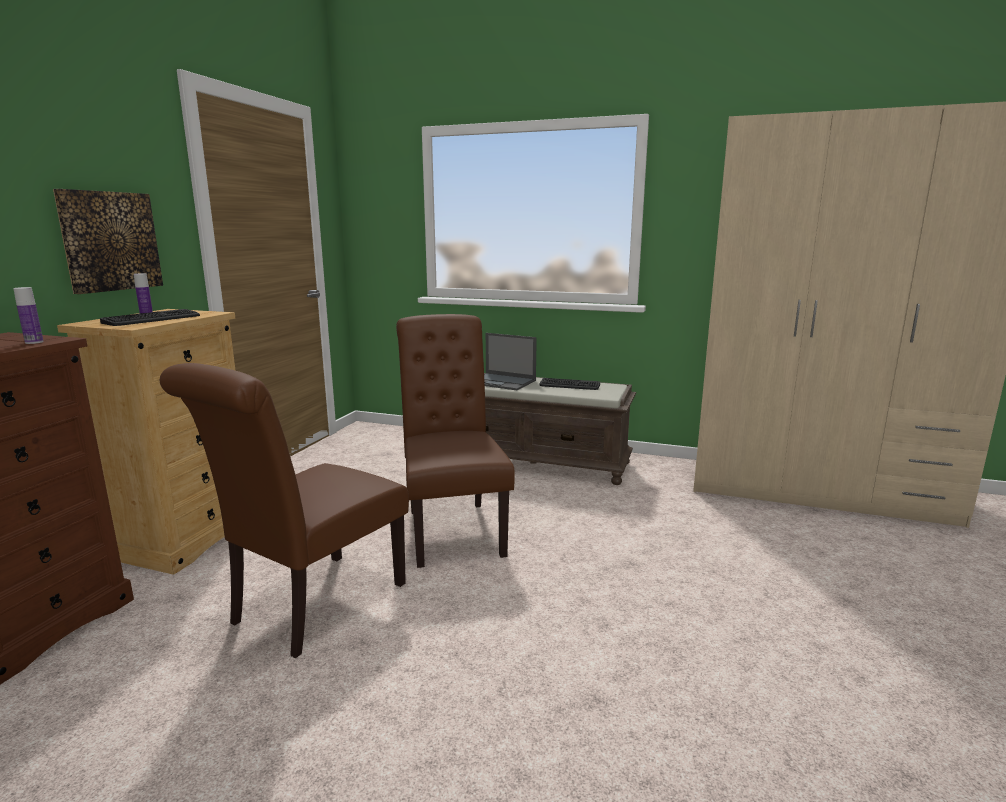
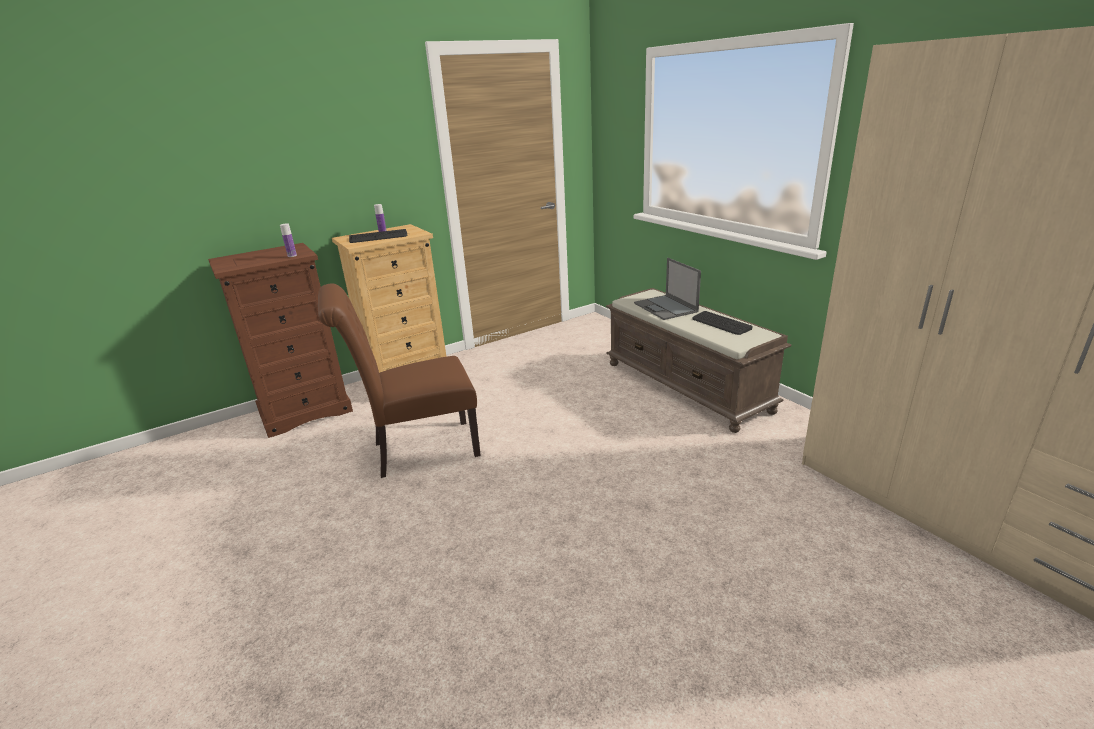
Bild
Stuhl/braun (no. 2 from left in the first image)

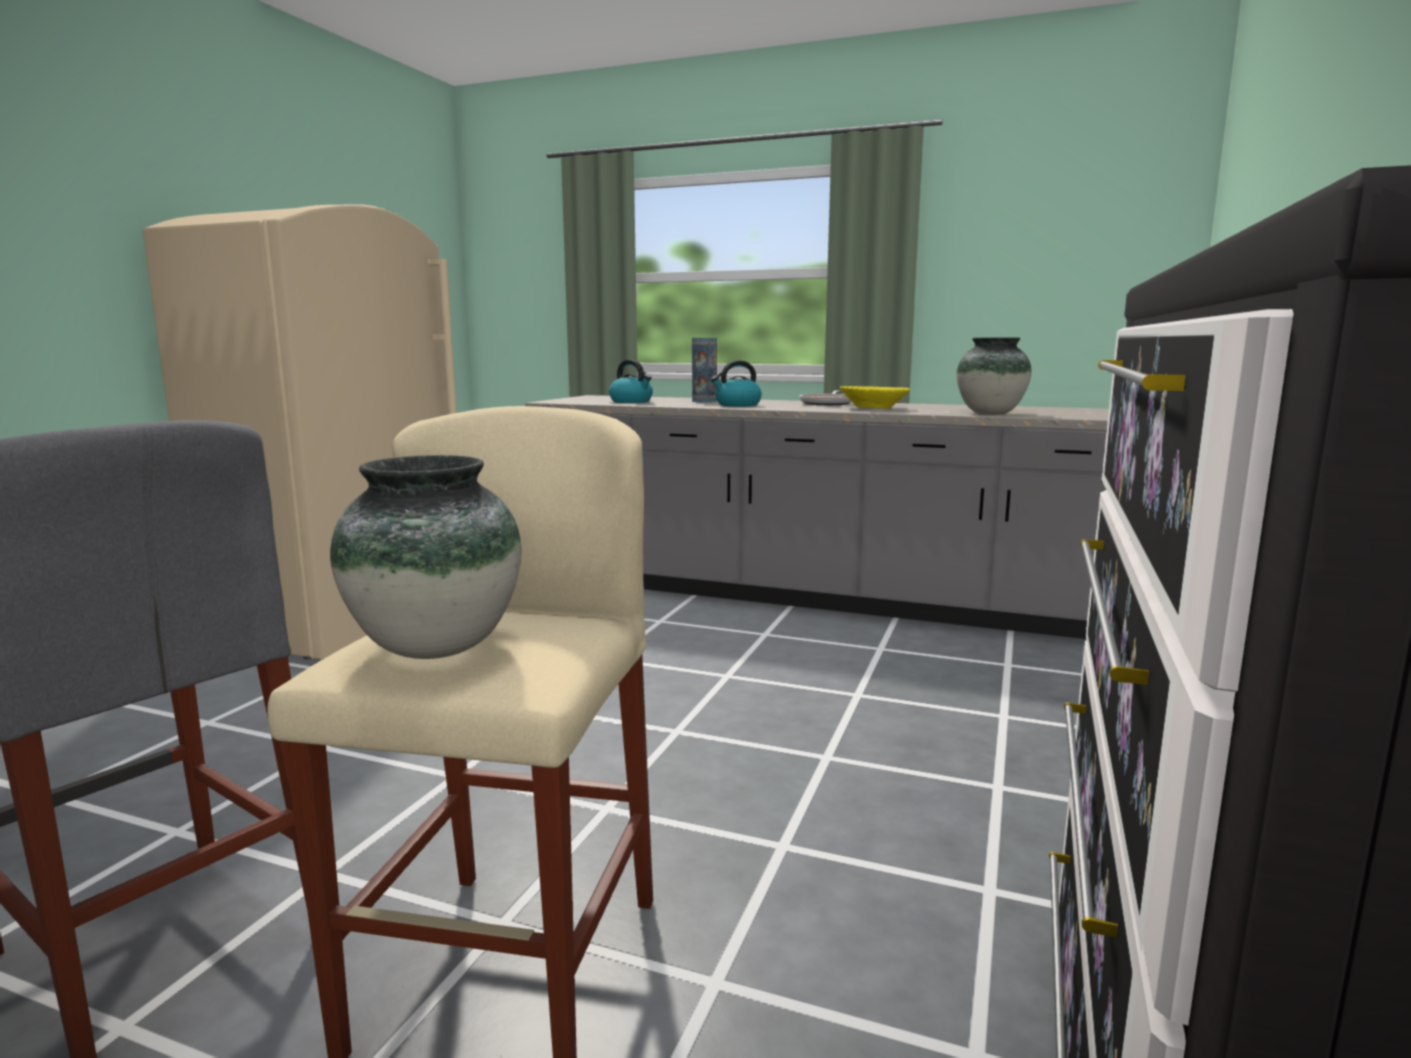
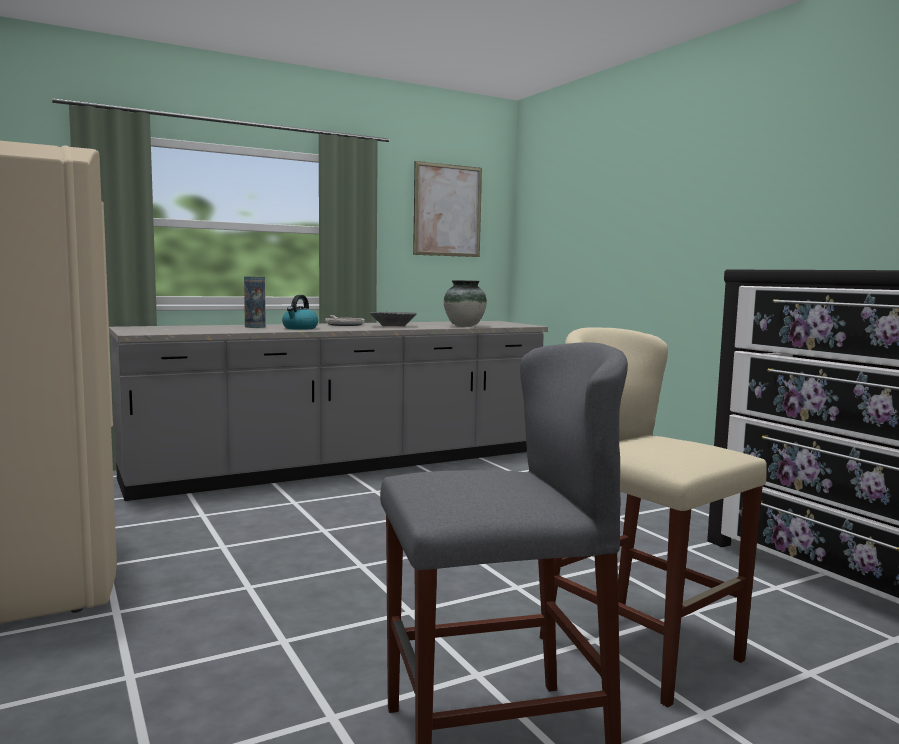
Vase (no. 1 from left in the first image)
Wasserkessel (no. 1 from left in the first image)
Bild
Schüssel/grau

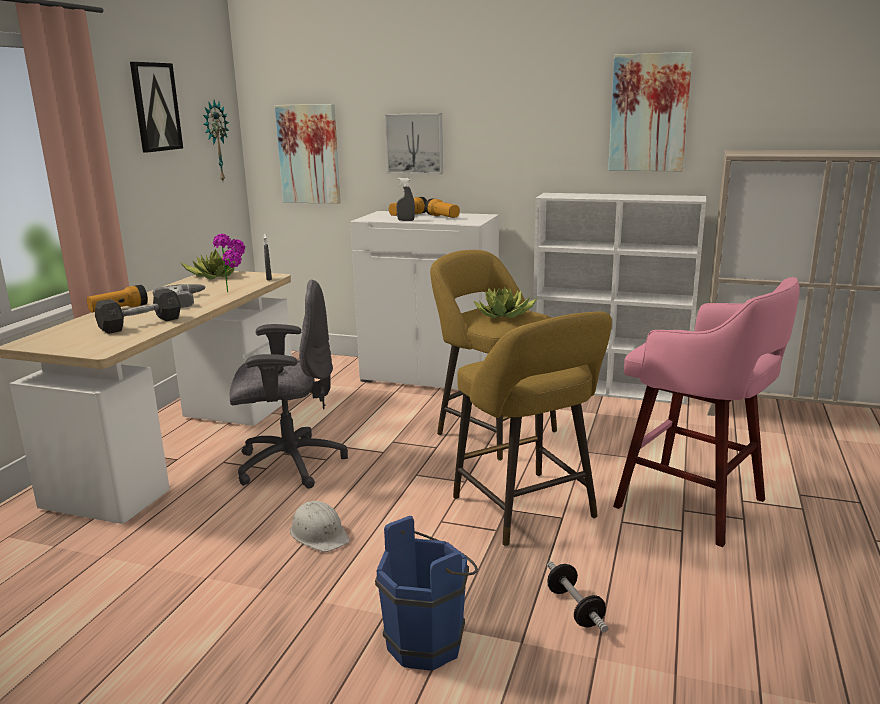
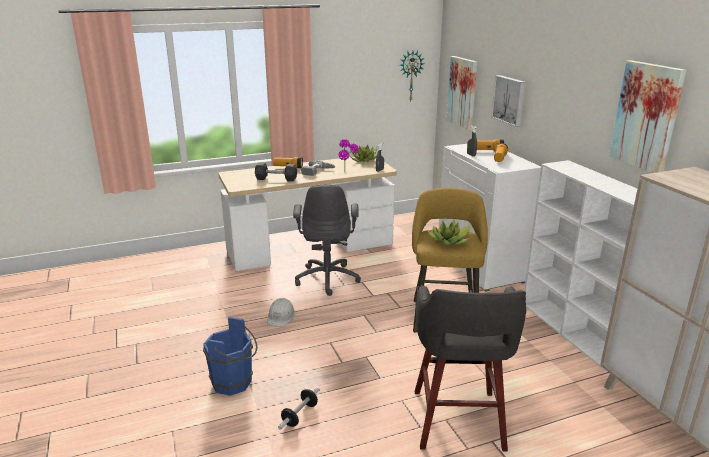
Bild (no. 1 from left in the first image)
Hocker/gelb (no. 2 from left in the first image)
Hocker/grau
Bürostuhl/grau

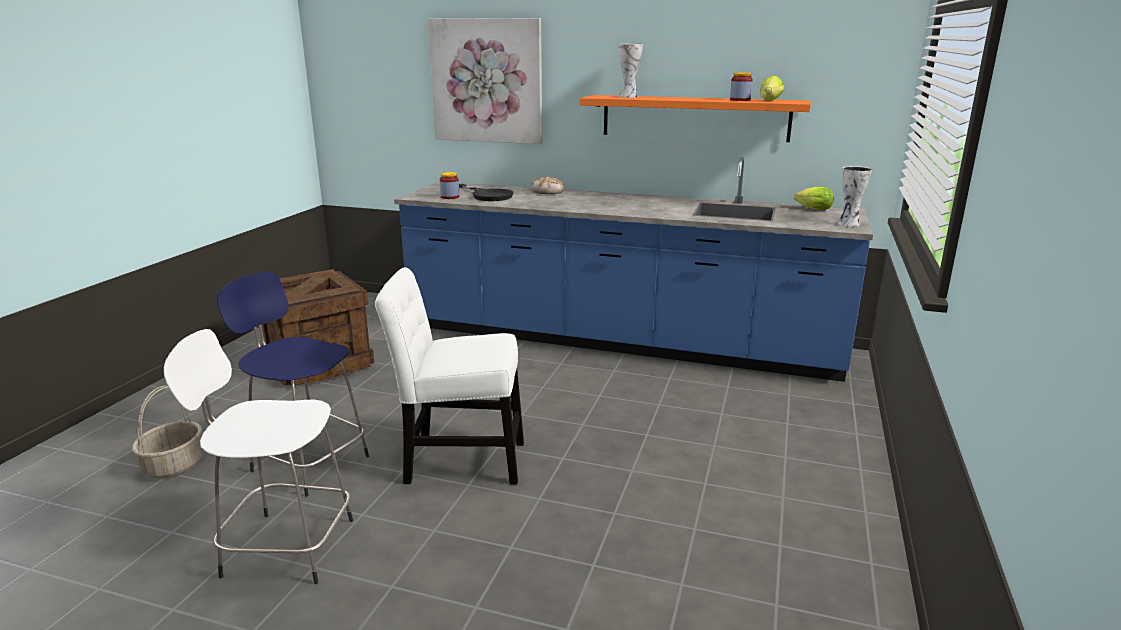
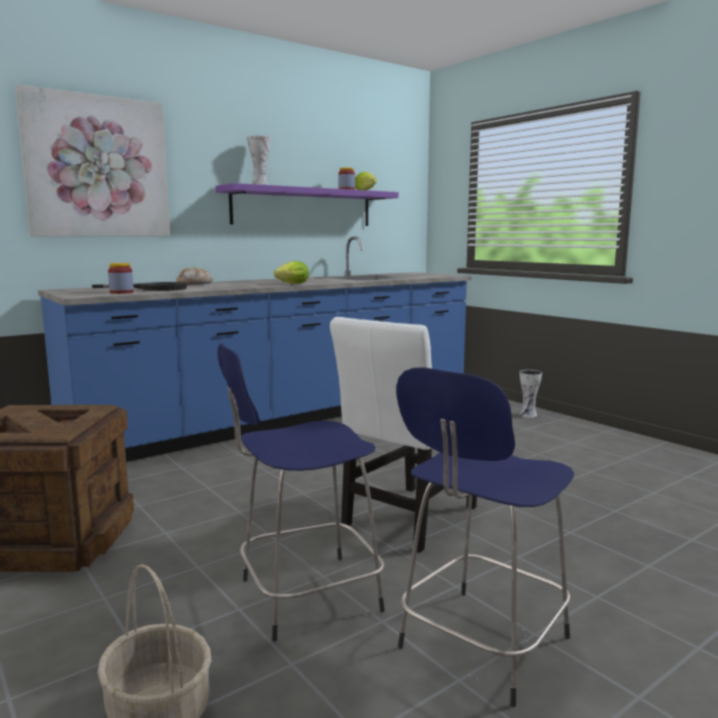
Salatkopf (no. 1 from left)
Vase (no. 2 from left)
Hocker/blau (no. 2 from left)
Wandregal/lila

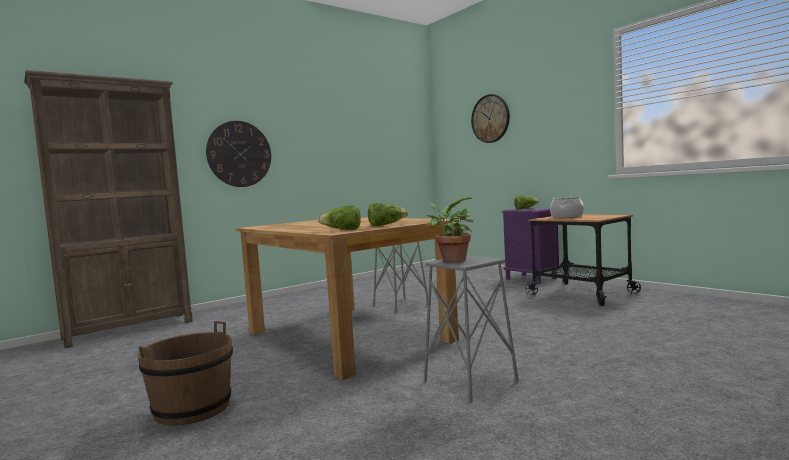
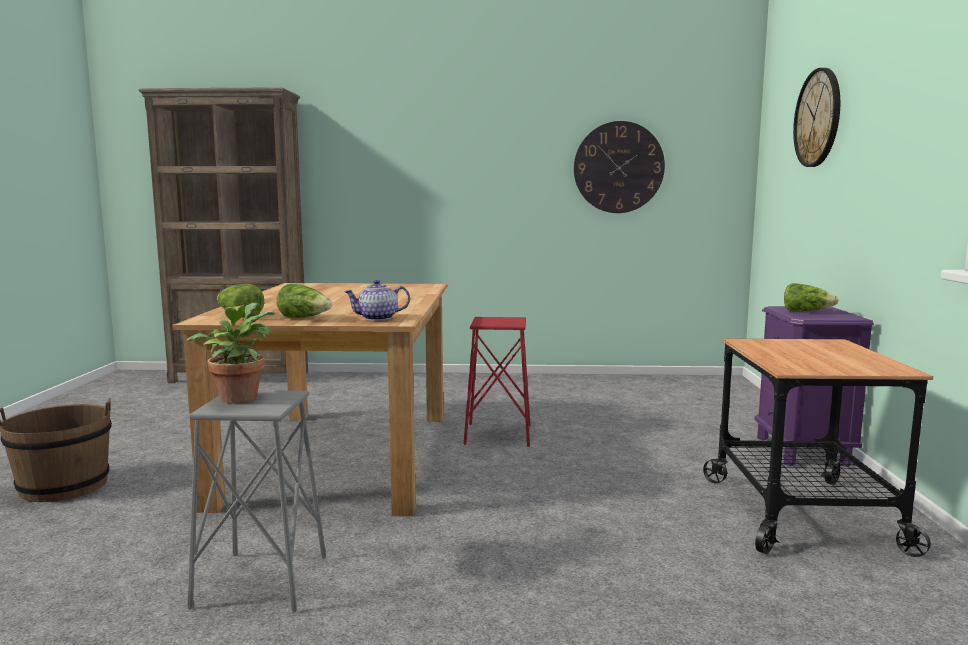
Kochtopf
Teekanne
Wanduhr (no. 1 from left)
Hocker/rot

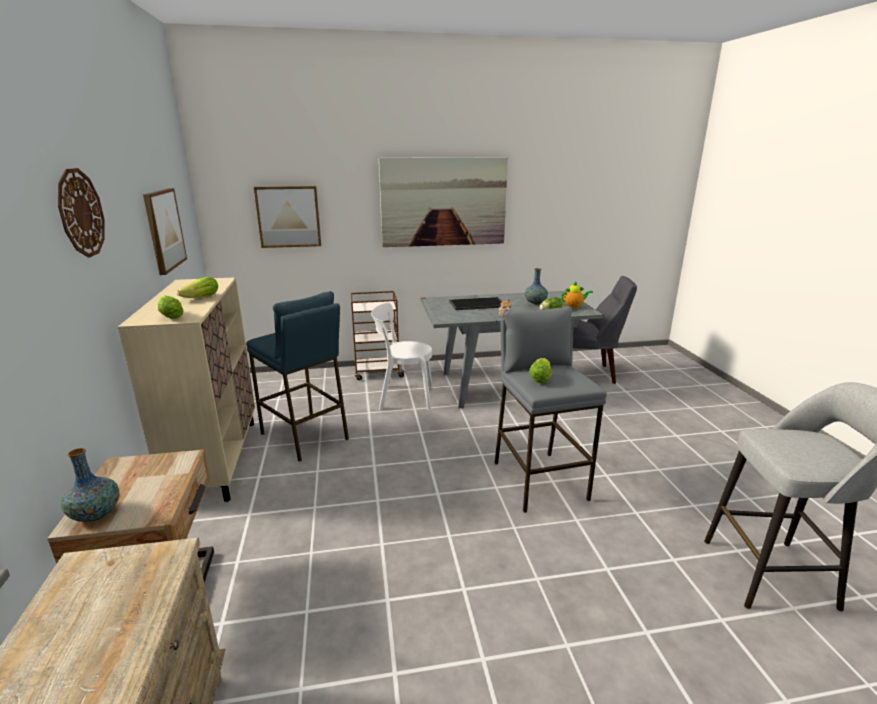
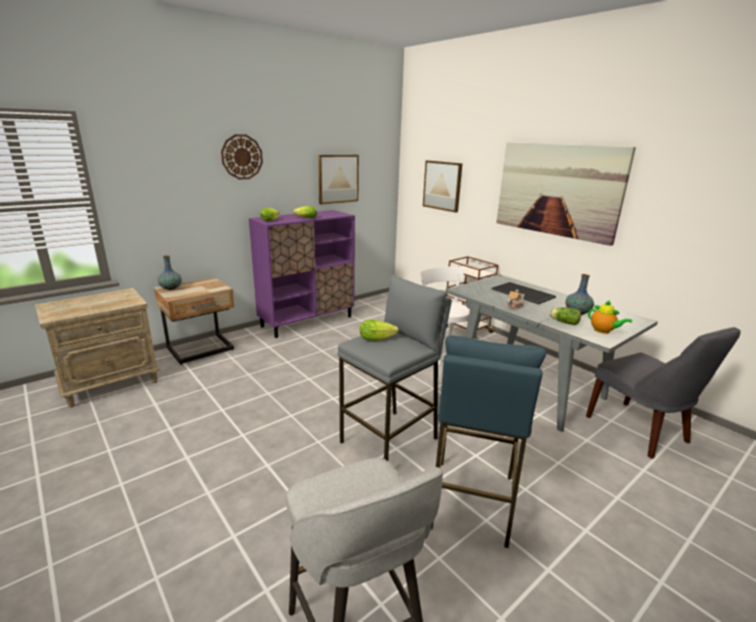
Hocker/blau
Schrank/lila

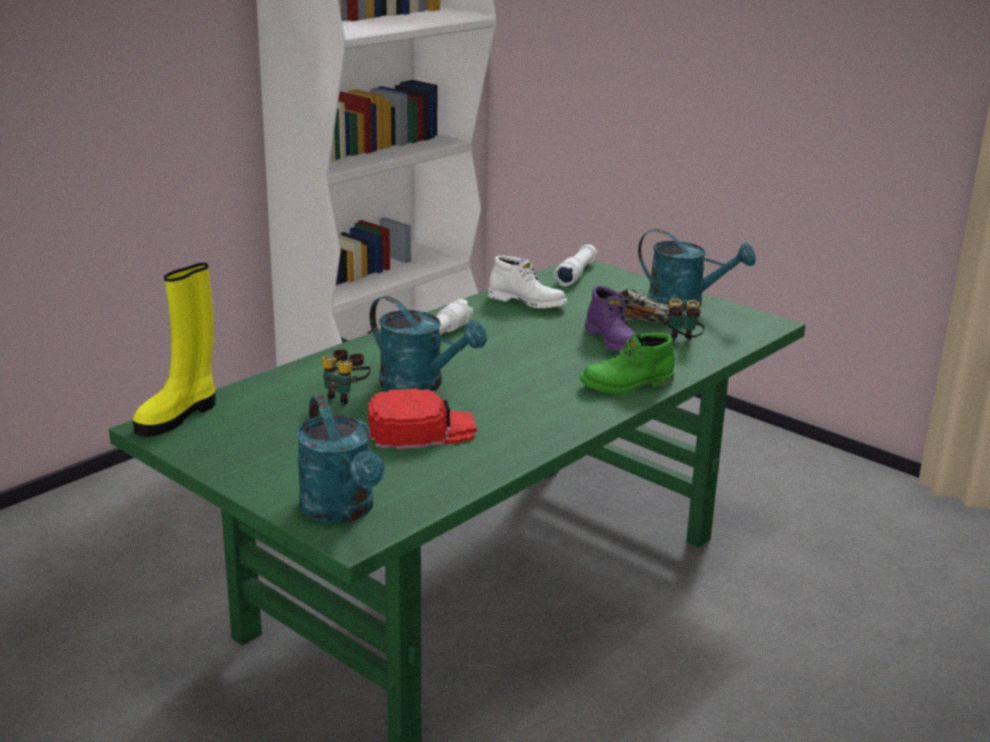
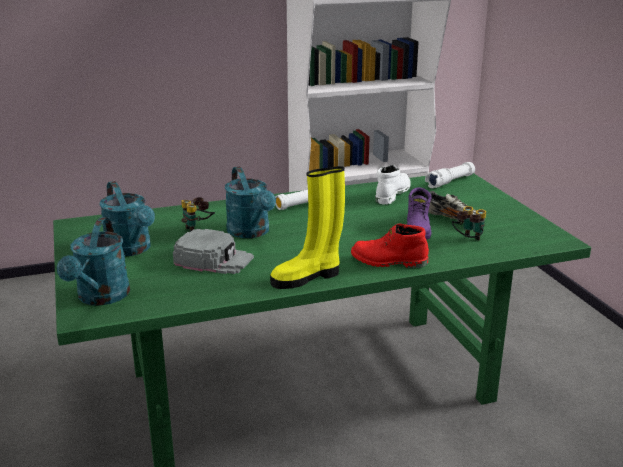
Stiefel/gelb
Gießkanne/türkis (no. 2 from left)
Kappe/grau
Stiefel/rot
Stiefel/weiß

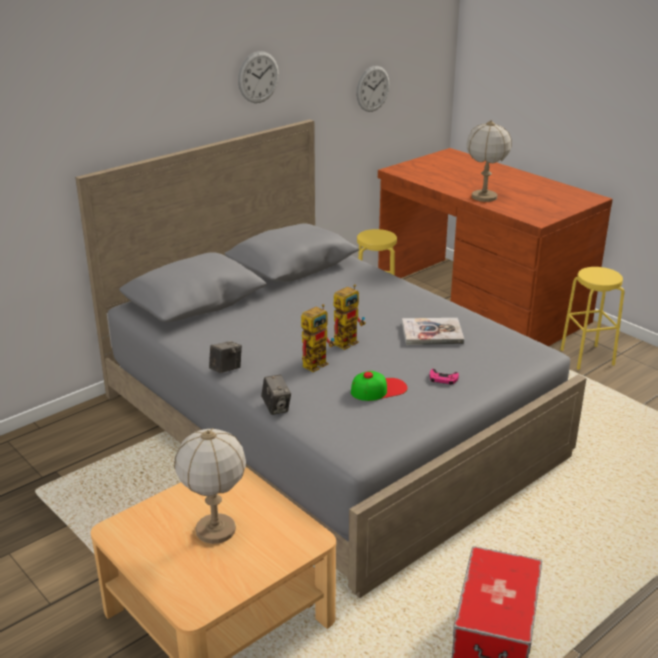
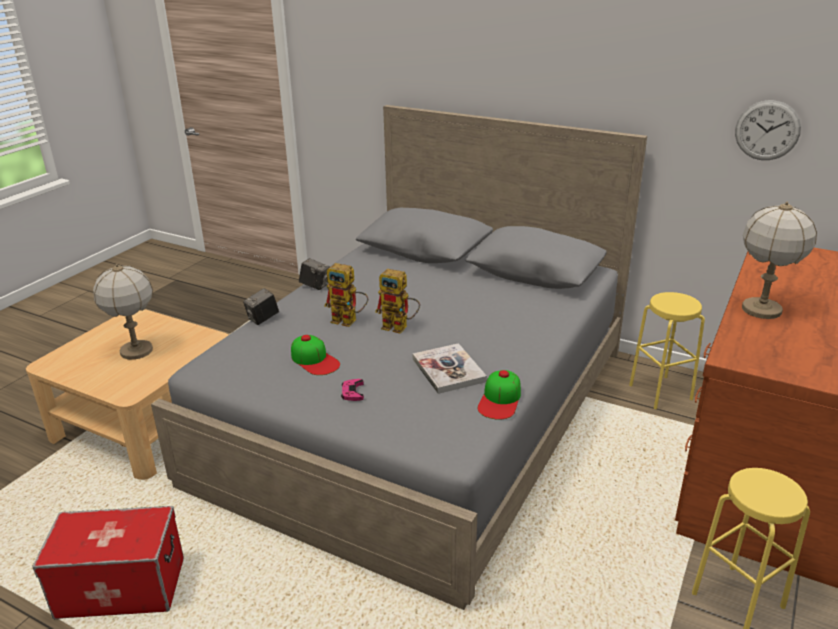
Wanduhr (no. 1 from left in the first image)
Kappe (no. 2 from left)

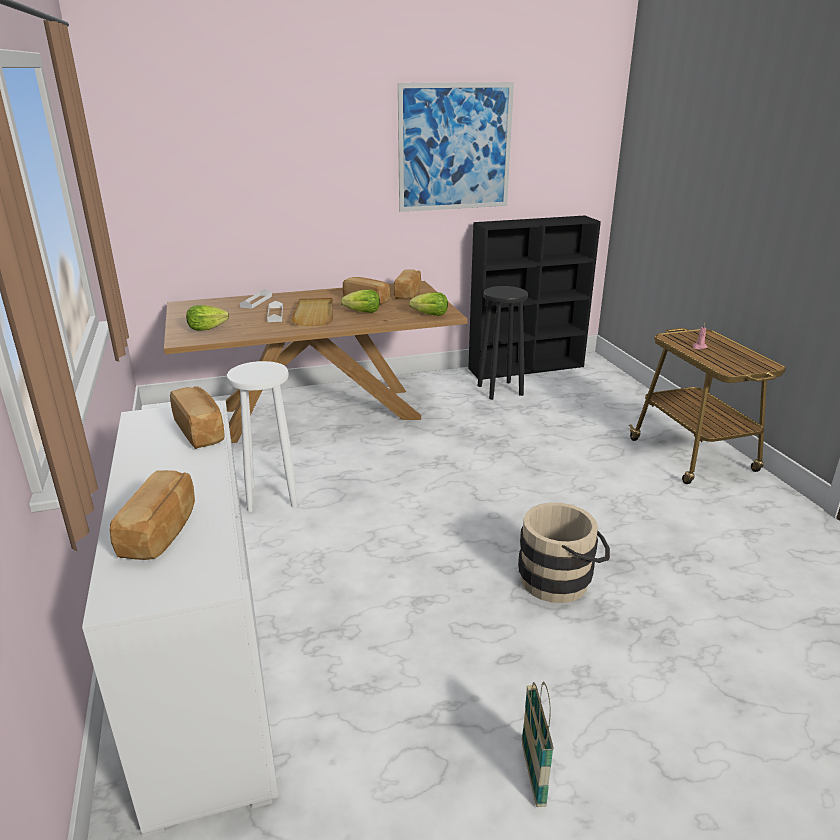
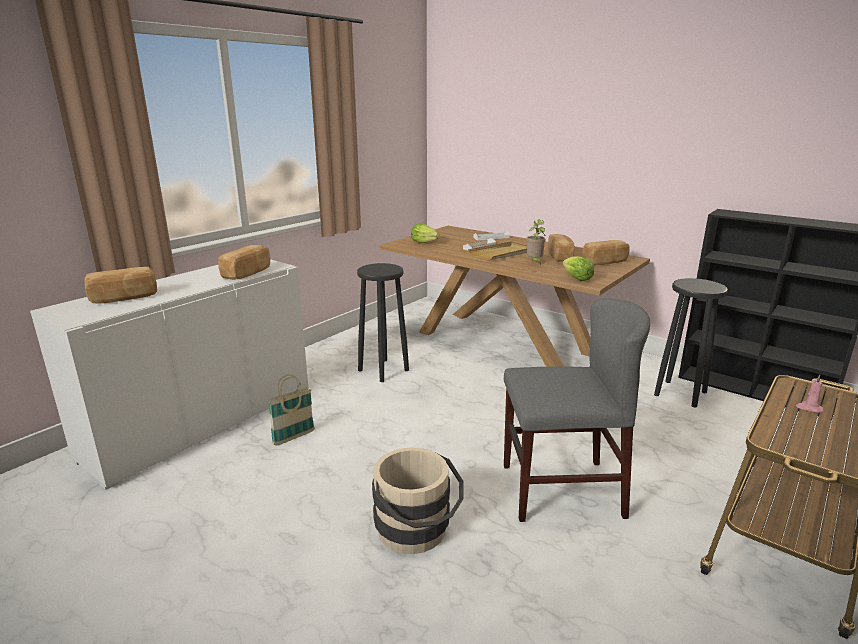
Bild
Stuhl/grau
Korb
Topfpflanze
Hocker/schwarz (no. 1 from left)

